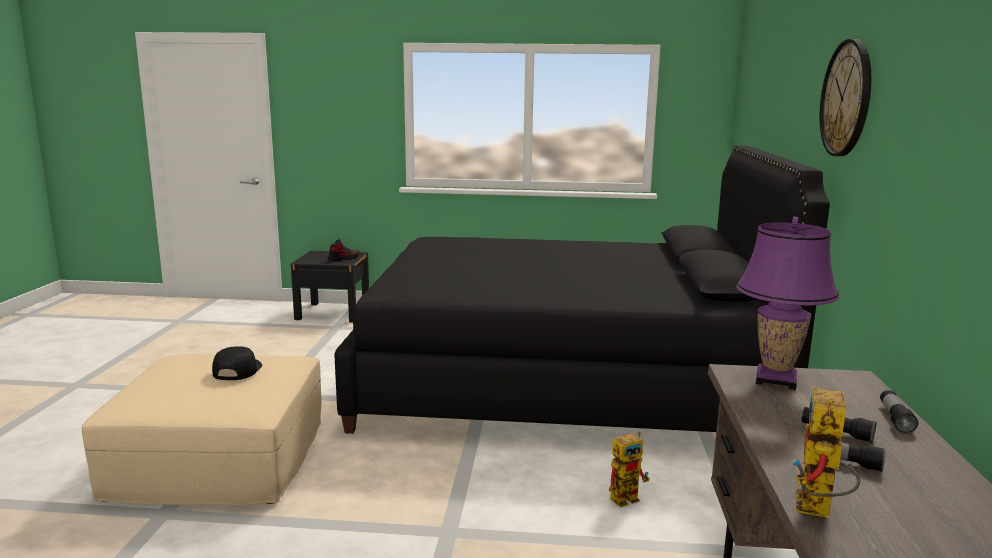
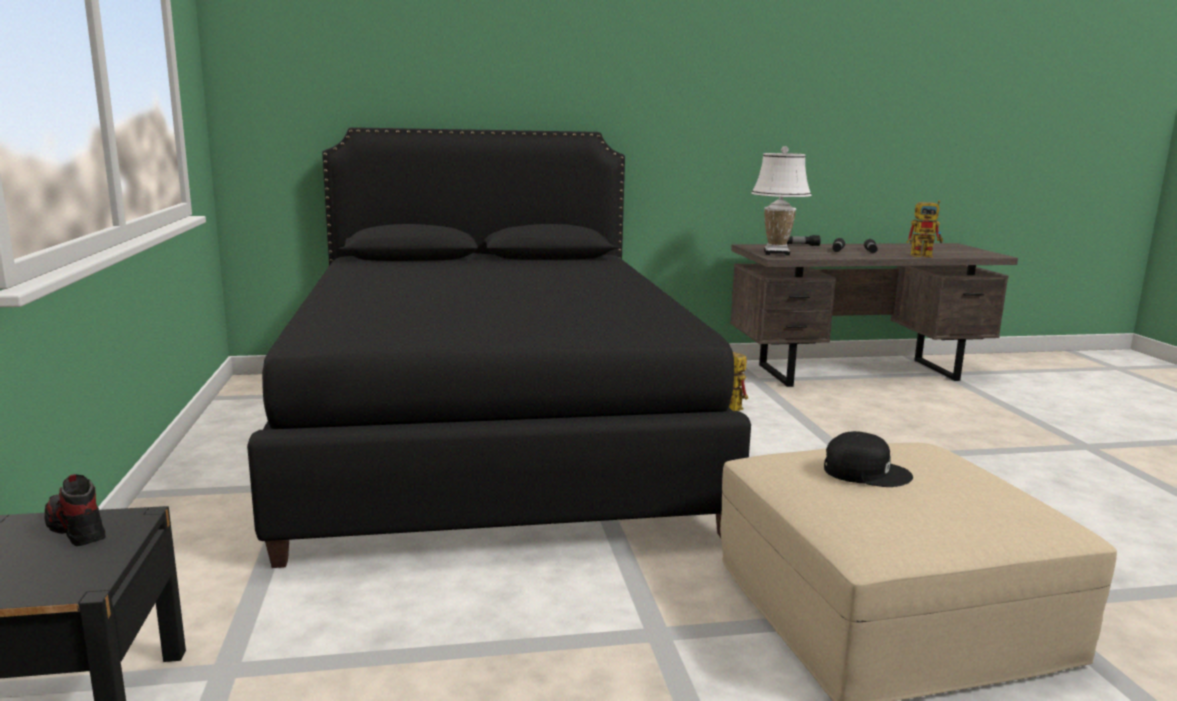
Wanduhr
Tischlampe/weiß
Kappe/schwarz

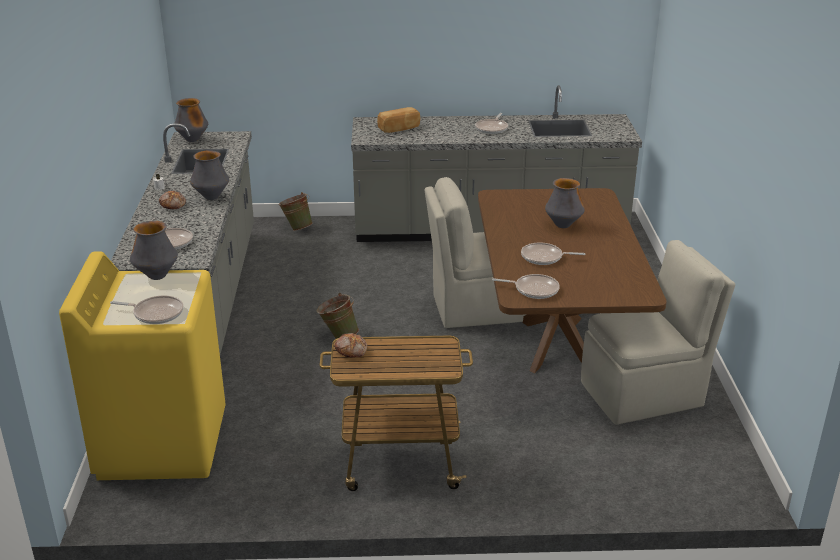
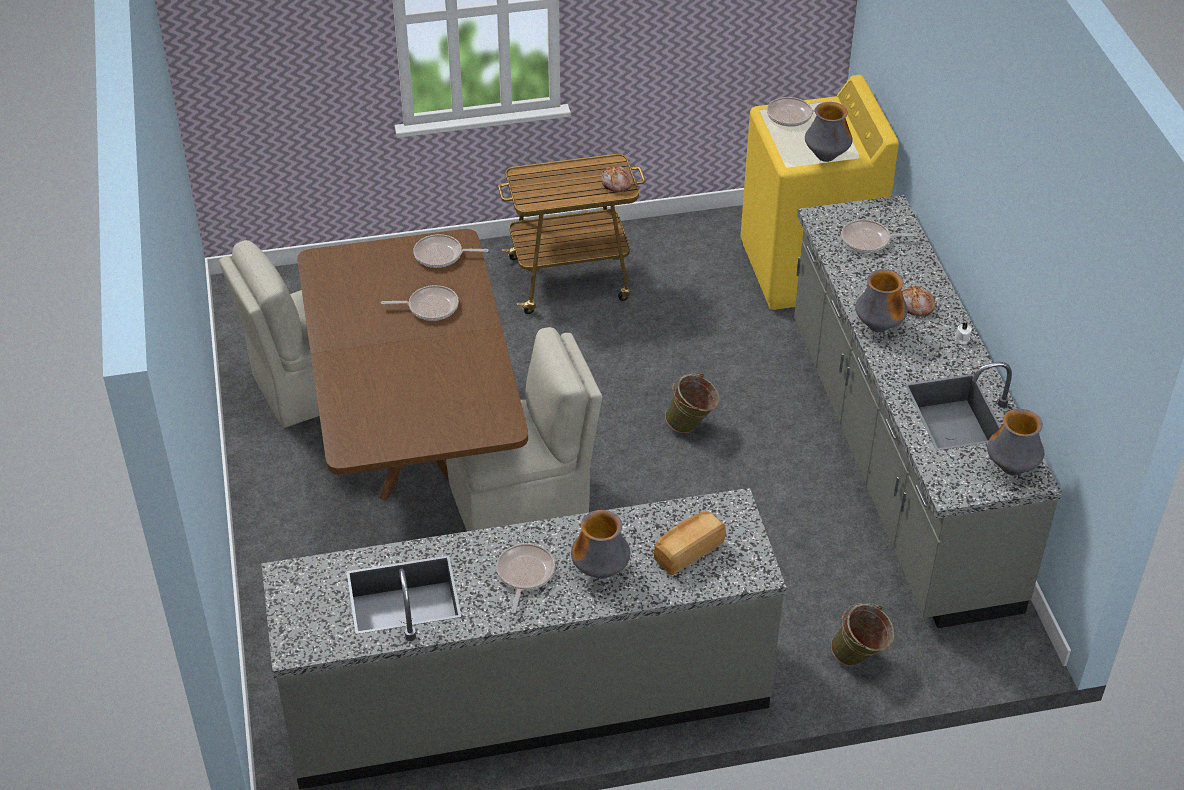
Vase (no. 1 from left)

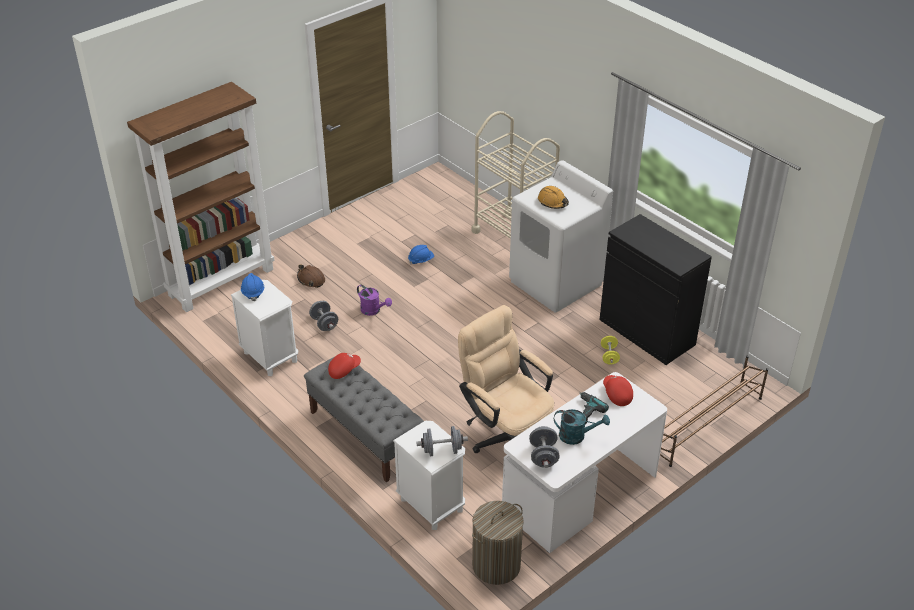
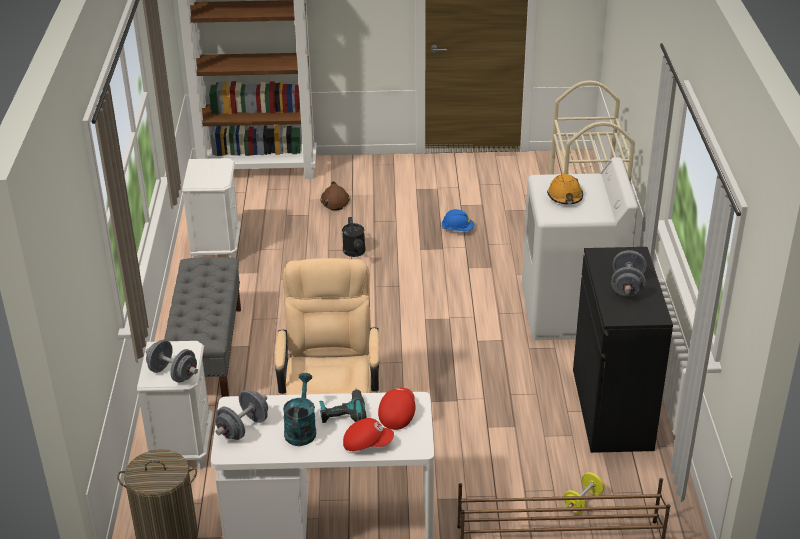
Schutzhelm/blau (no. 1 from left in the first image)
Hantel/grau (no. 3 from left)
Kappe/rot (no. 1 from left)
Hantel/gelb
Gießkanne/schwarz
Gießkanne/türkis

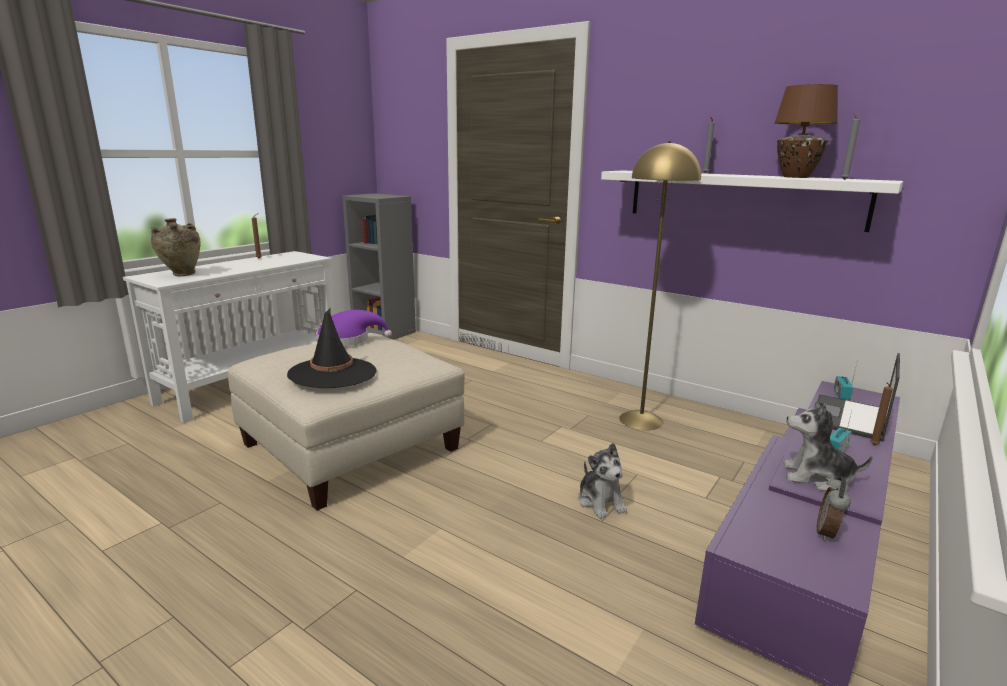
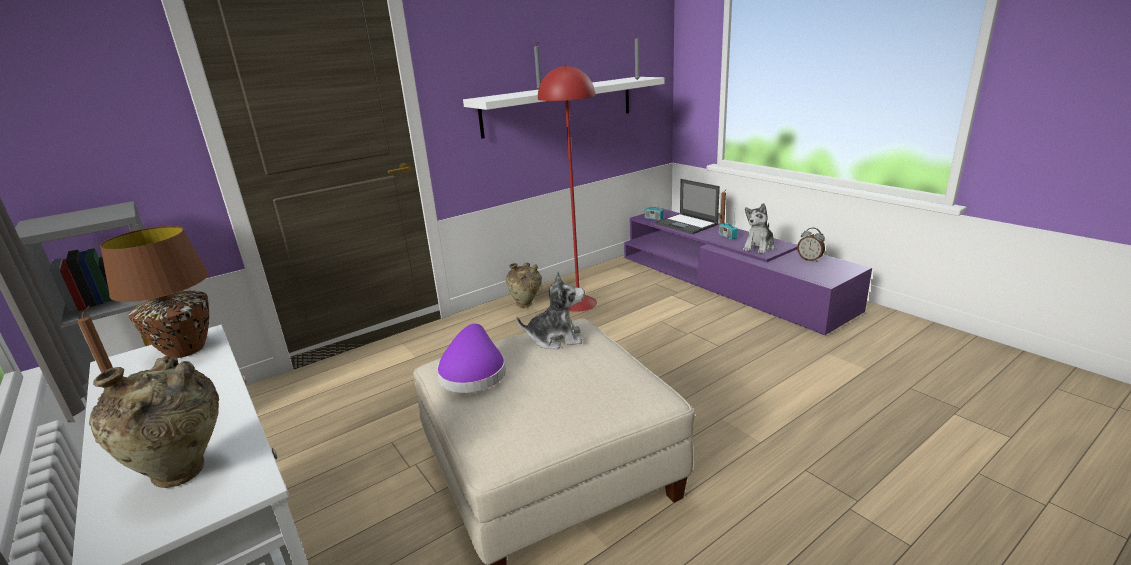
Hut/schwarz
Vase/beige (no. 2 from left)
Plüschtier (no. 1 from left)
Tischlampe/braun
Stehlampe/rot

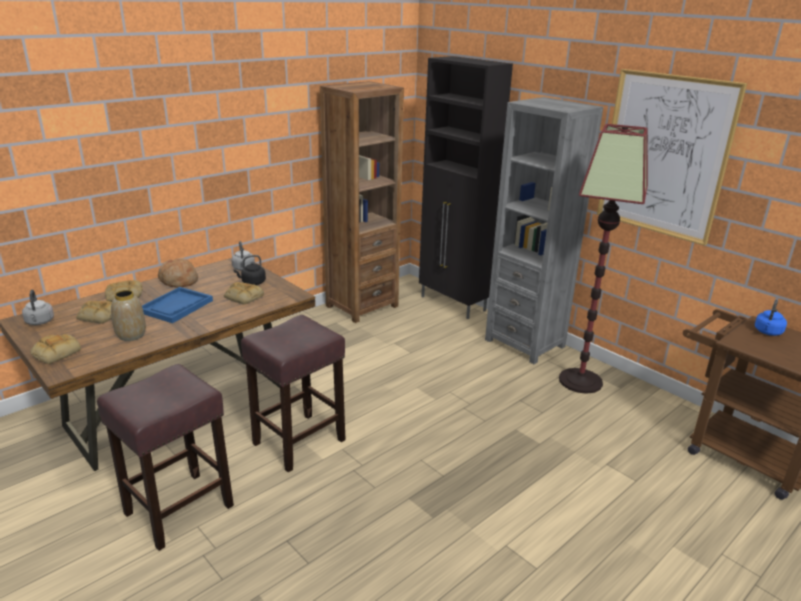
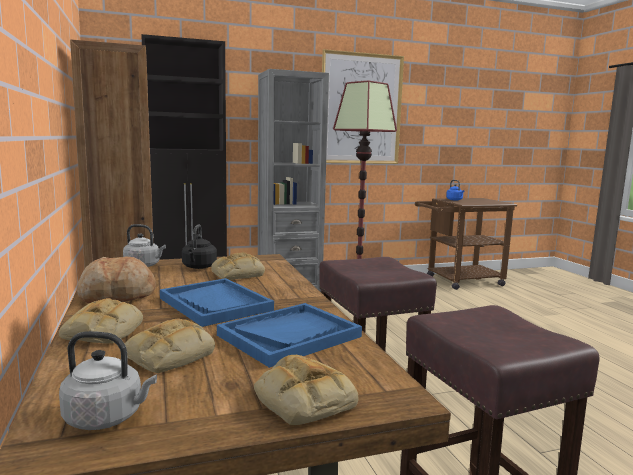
Tablett/blau (no. 2 from left)

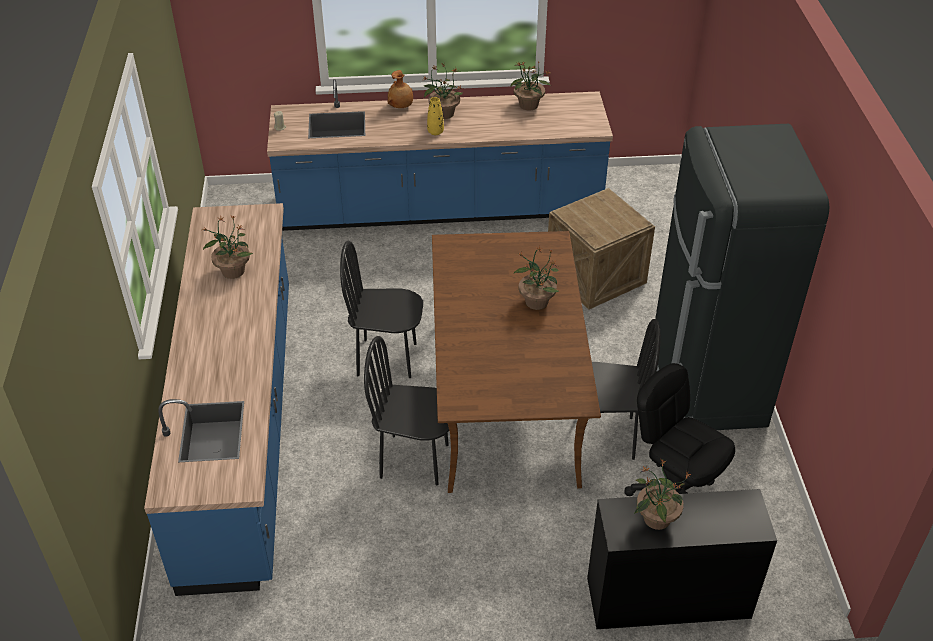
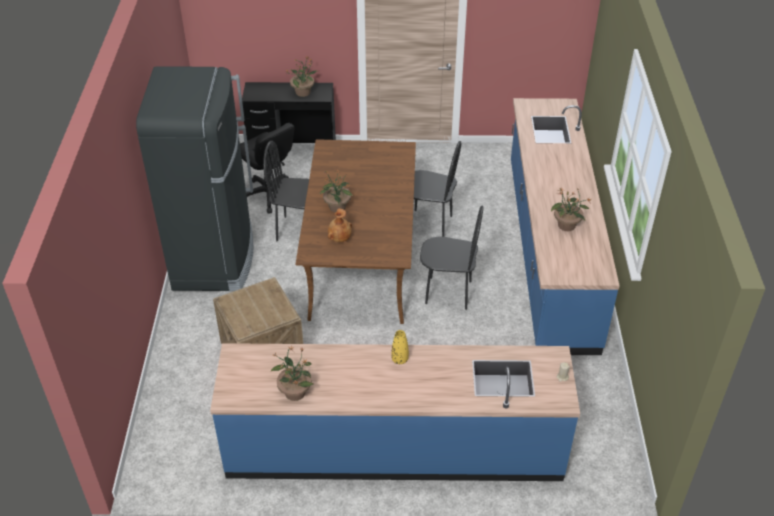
Topfpflanze (no. 2 from left in the first image)
Vase/braun

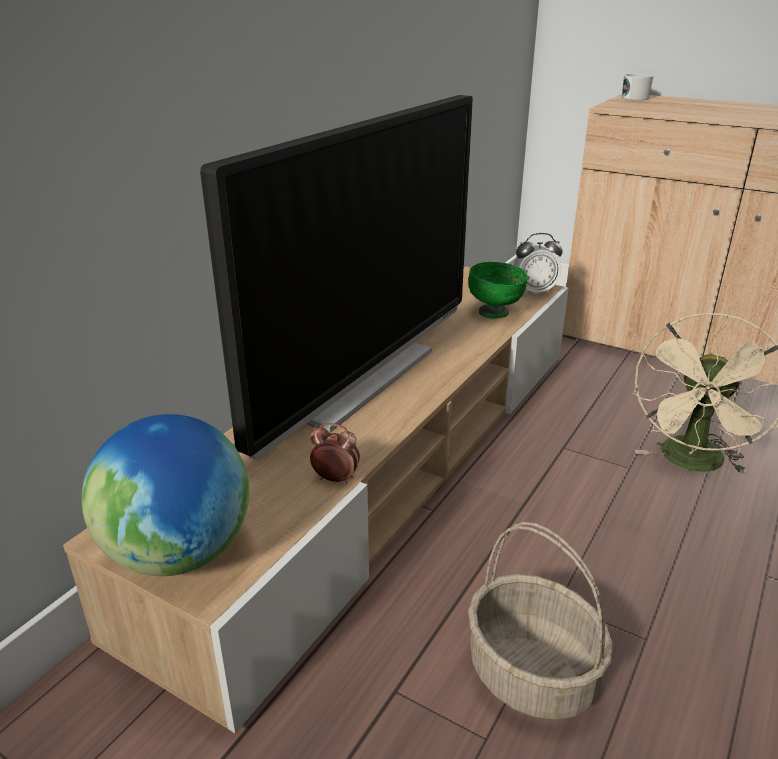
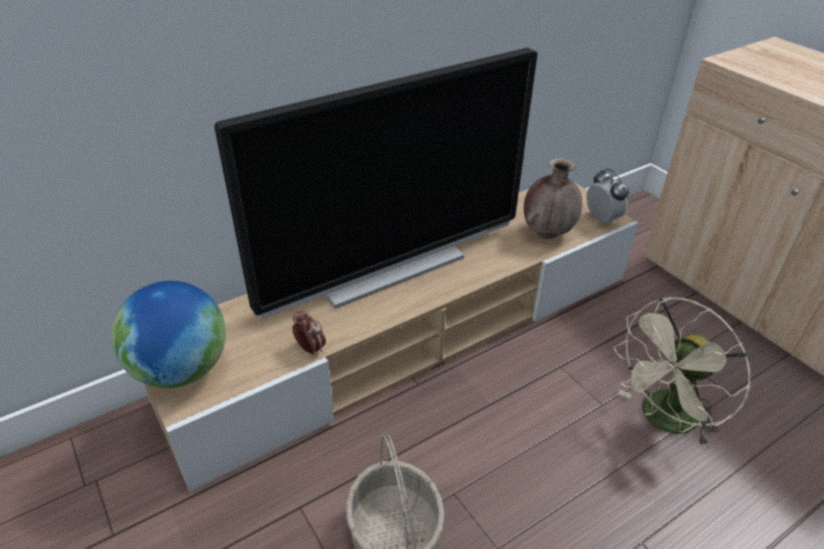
Henkelbecher/weiß
Vase/braun
Wecker (no. 2 from left)

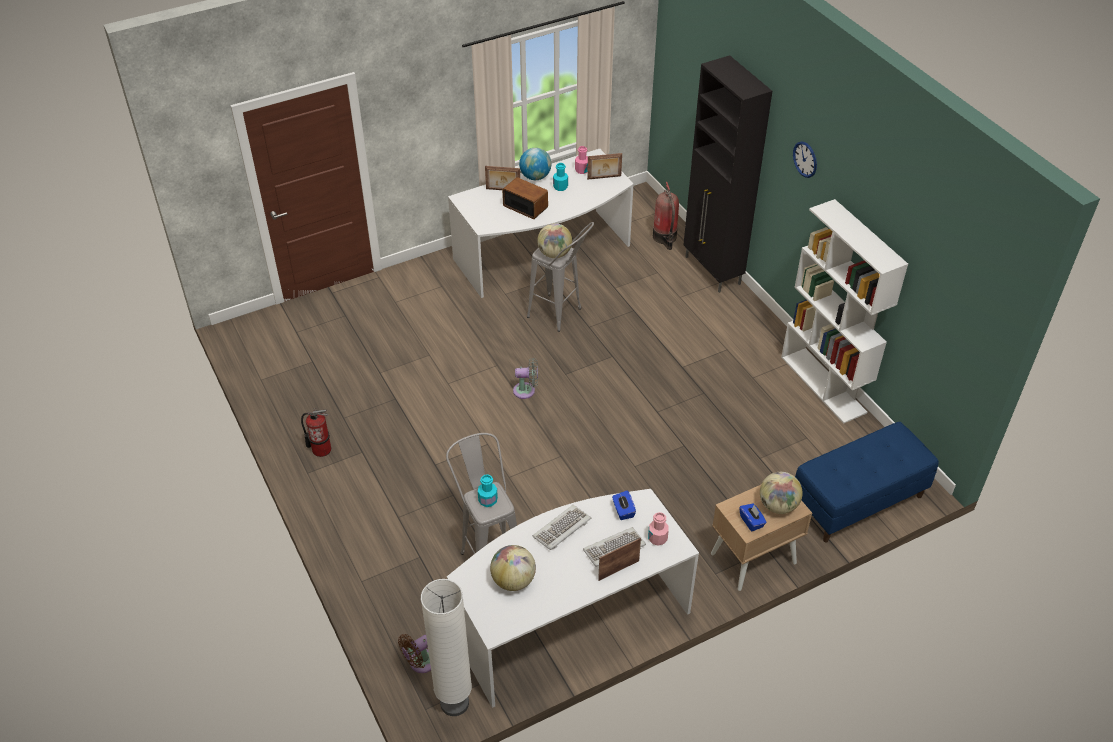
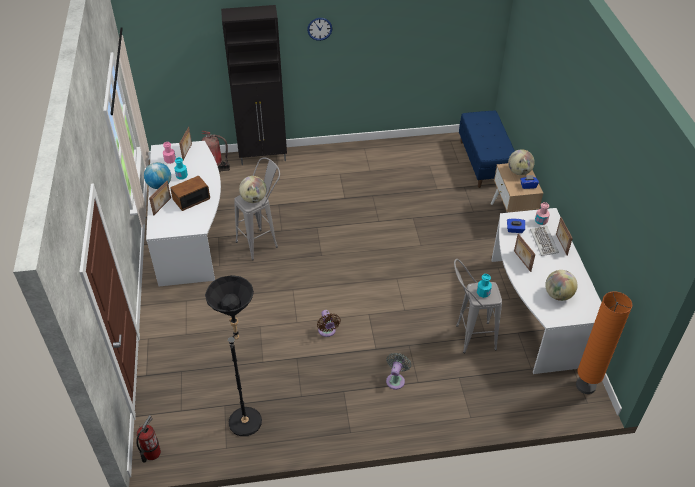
Bücherregal/weiß
Stehlampe/schwarz
Feuerlöscher (no. 1 from left)
Ventilator/braun
Ventilator/grau
Bilderrahmen (no. 3 from left)
Stehlampe/orange

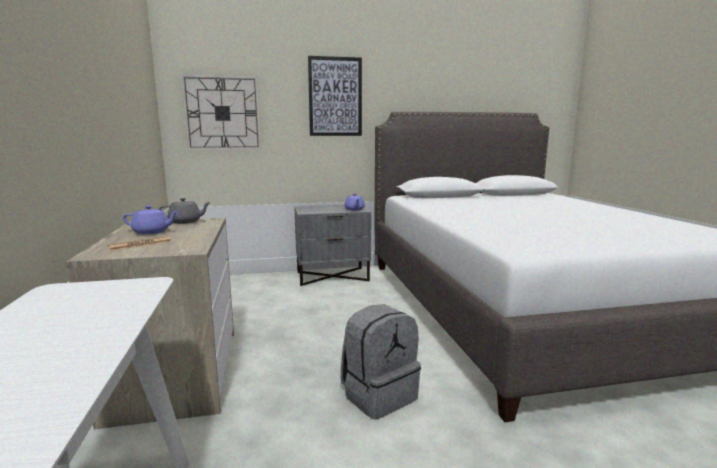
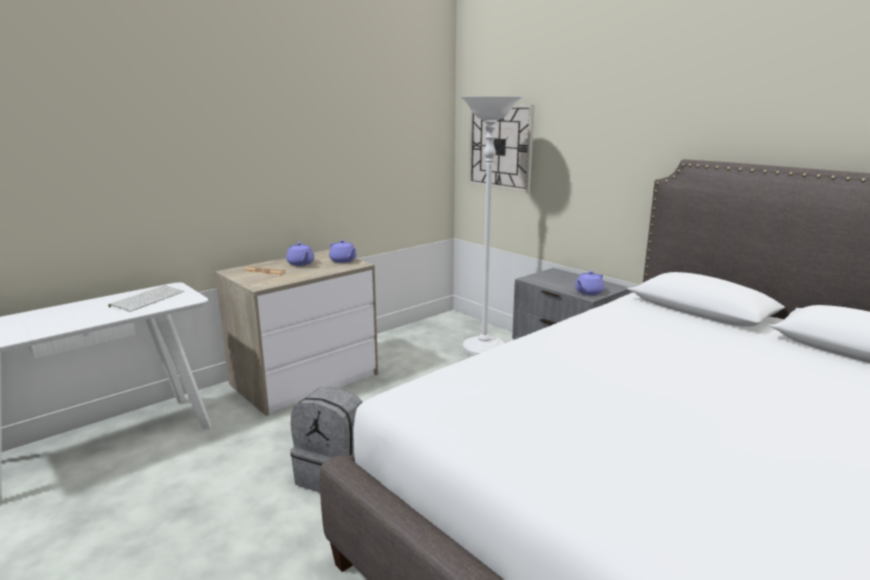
Bild
Tastatur
Stehlampe/weiß
Teekanne/lila (no. 2 from left)

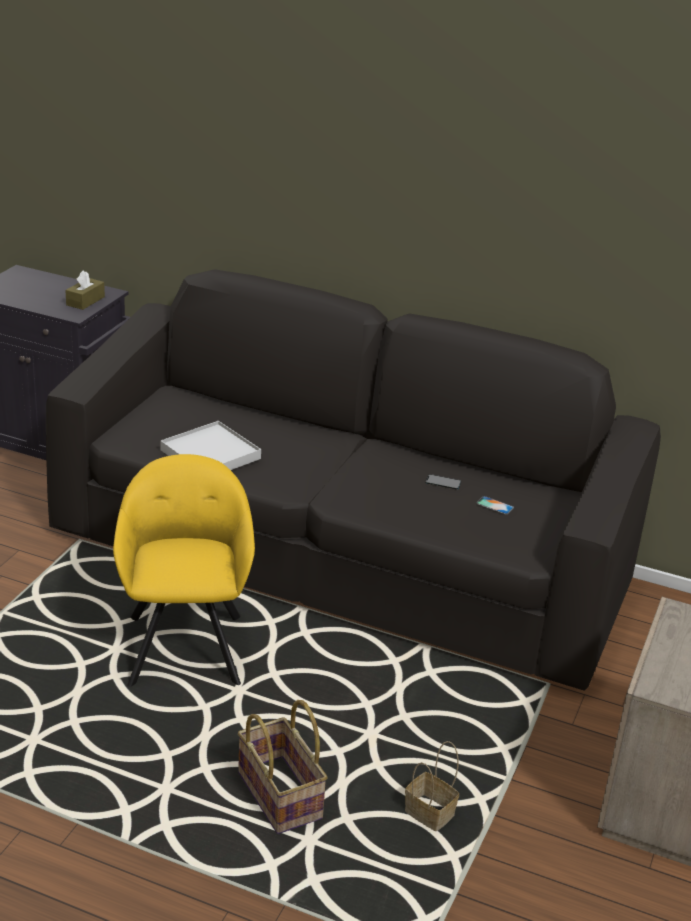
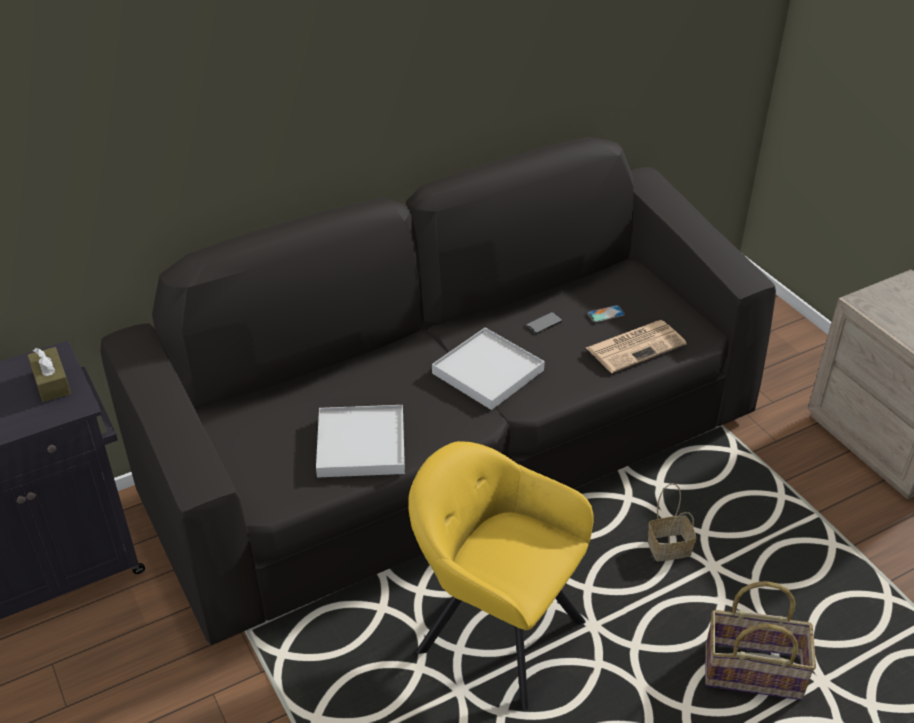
Tablett/weiß (no. 2 from left)
Zeitung
Korb (no. 1 from left)

